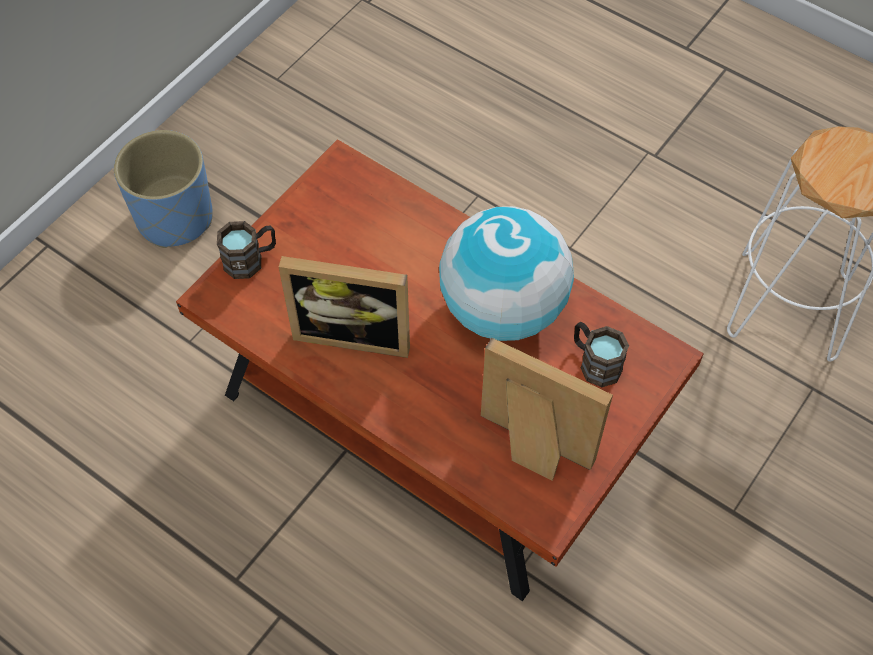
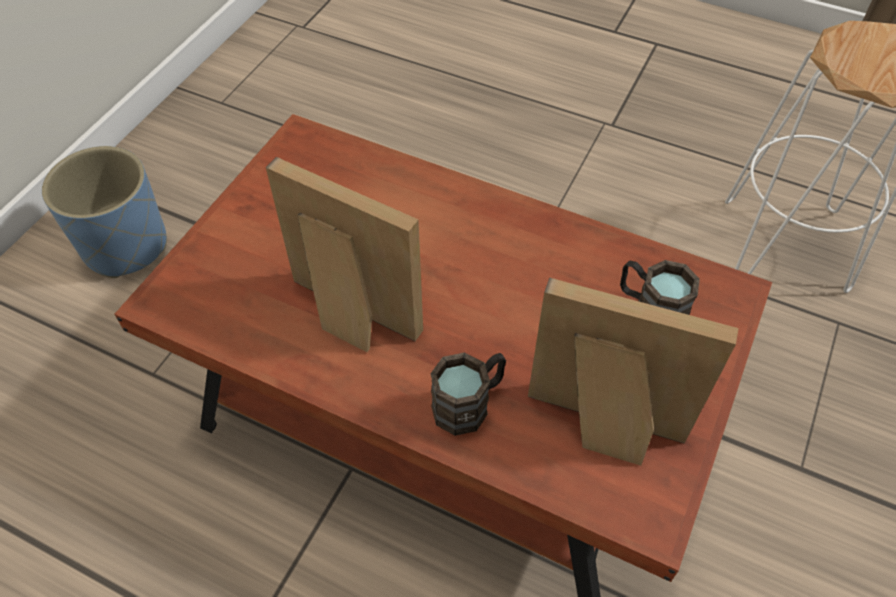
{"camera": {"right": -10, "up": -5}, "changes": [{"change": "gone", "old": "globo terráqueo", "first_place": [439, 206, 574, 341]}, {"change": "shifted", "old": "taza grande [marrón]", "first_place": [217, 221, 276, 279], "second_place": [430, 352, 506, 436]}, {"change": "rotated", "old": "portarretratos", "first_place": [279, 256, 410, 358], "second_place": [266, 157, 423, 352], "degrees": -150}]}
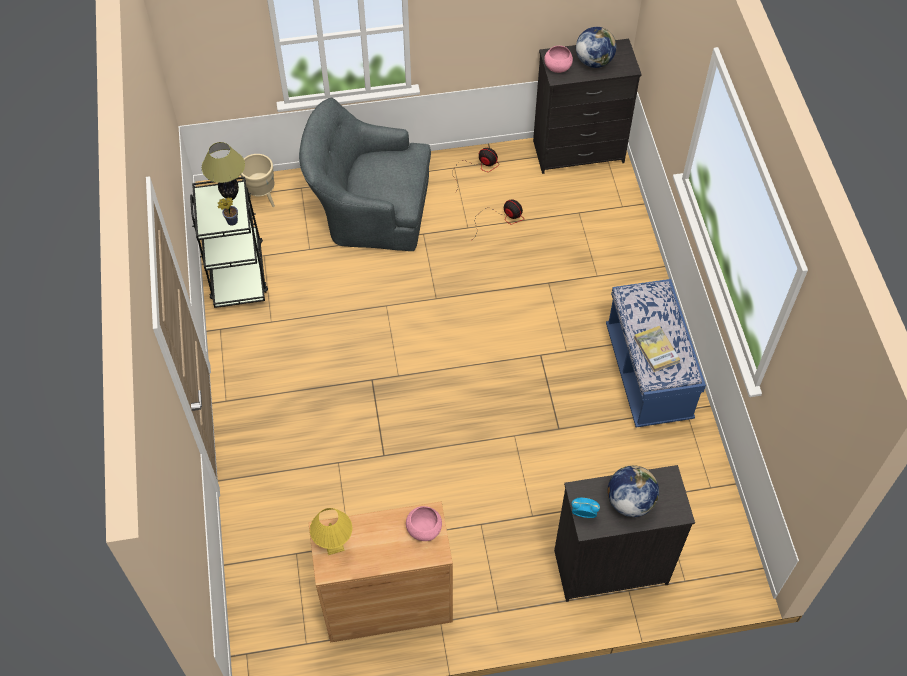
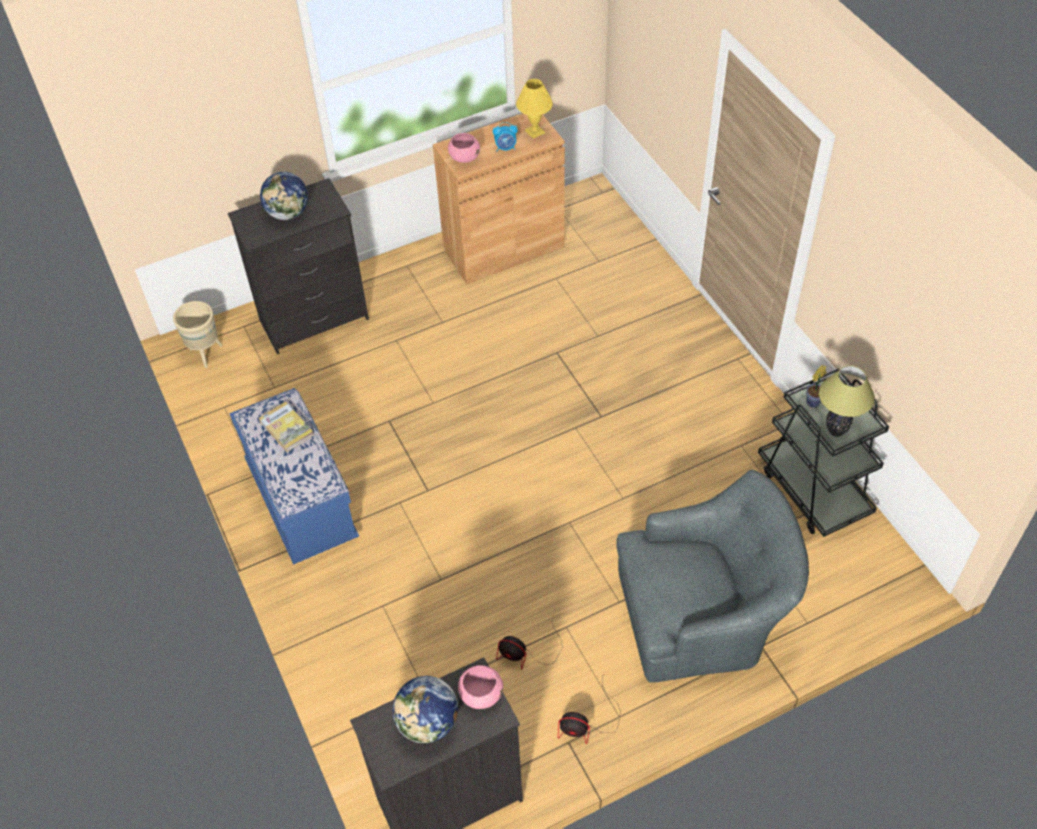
{"camera": {"right": 165, "up": -5}, "changes": [{"change": "shifted", "old": "maceta [beis]", "first_place": [241, 154, 275, 207], "second_place": [173, 301, 223, 368]}, {"change": "shifted", "old": "despertador", "first_place": [571, 498, 600, 518], "second_place": [493, 122, 518, 151]}]}
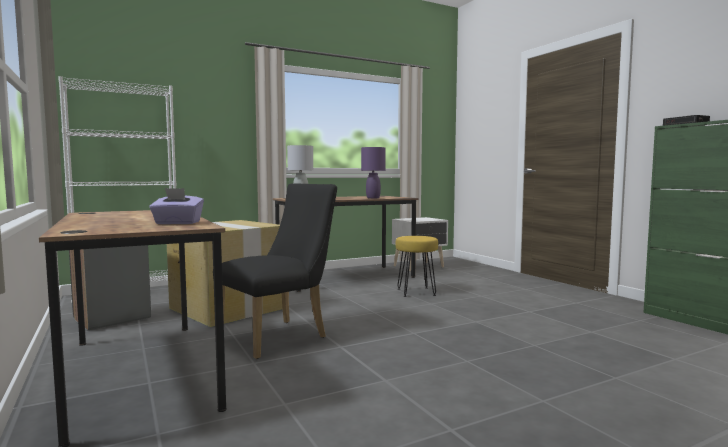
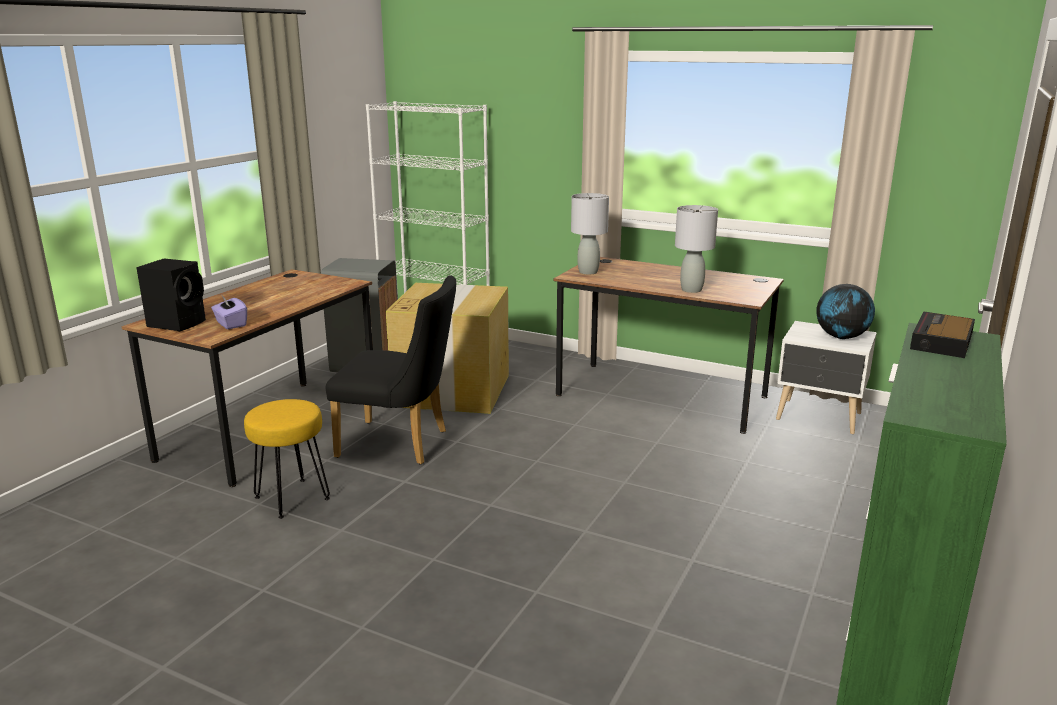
{"camera": {"right": 55, "up": 15}, "changes": [{"change": "new", "new": "altavoz [negro]", "second_place": [136, 258, 206, 331]}, {"change": "new", "new": "globo terráqueo", "second_place": [816, 284, 875, 339]}, {"change": "shifted", "old": "taburete [amarillo]", "first_place": [395, 236, 438, 297], "second_place": [244, 399, 330, 519]}, {"change": "repainted", "old": "lámpara de mesa [morado]", "new": "lámpara de mesa [gris]", "first_place": [361, 147, 385, 199], "second_place": [675, 205, 718, 293]}]}
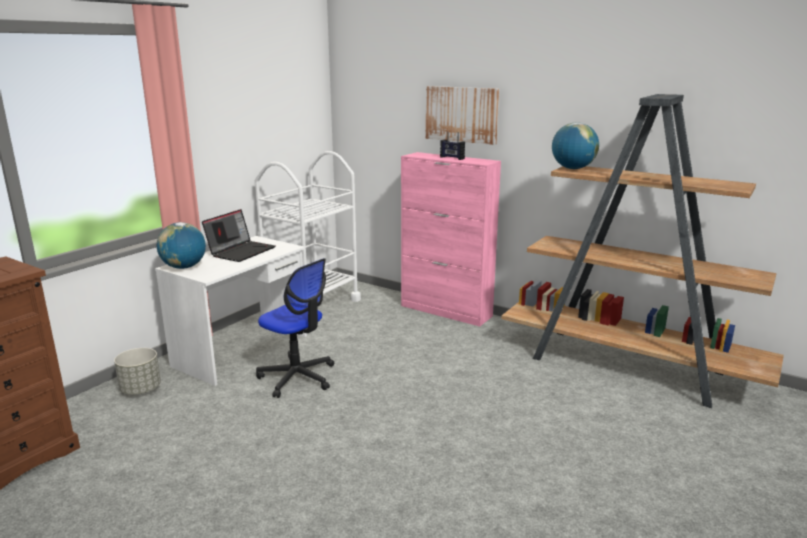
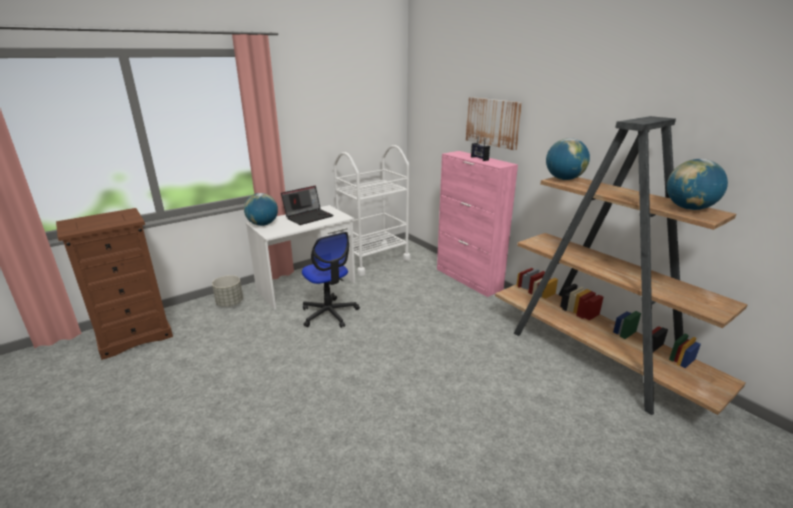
{"camera": {"right": 20, "up": 5}, "changes": [{"change": "new", "new": "globo terráqueo", "second_place": [667, 159, 728, 210]}]}
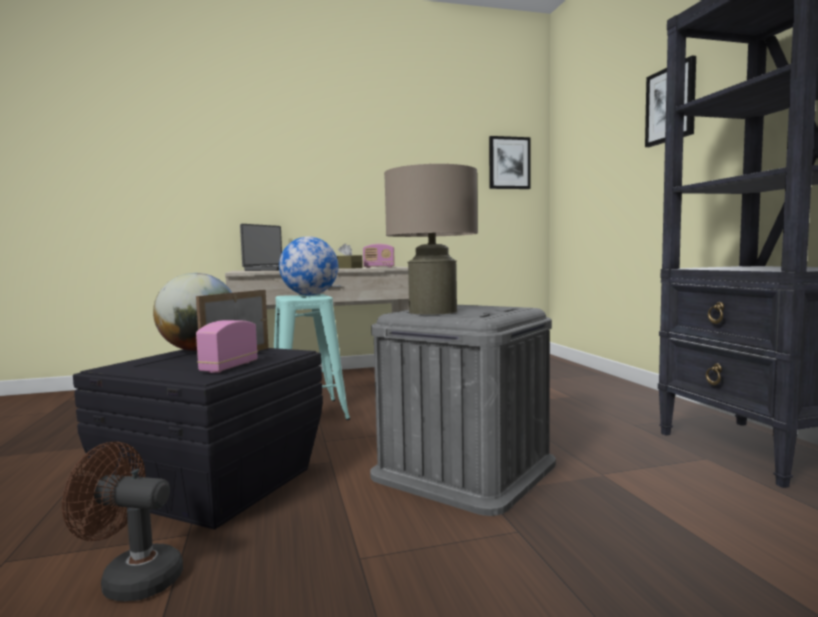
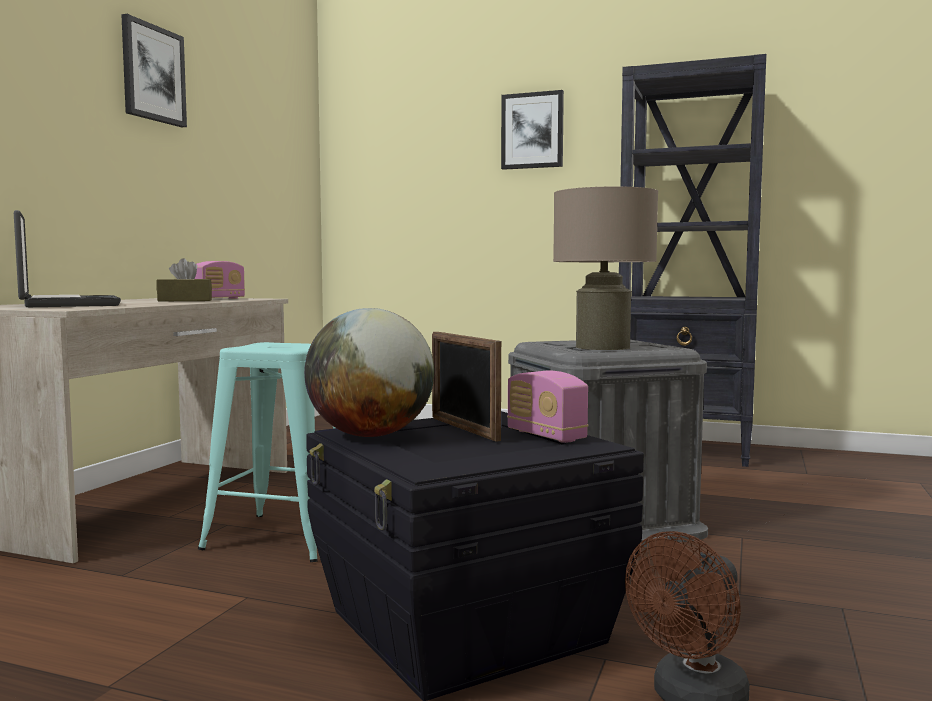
{"camera": {"right": -55, "up": 0}, "changes": [{"change": "gone", "old": "globo terráqueo", "first_place": [279, 236, 338, 295]}, {"change": "shifted", "old": "cuadro", "first_place": [489, 136, 531, 189], "second_place": [121, 14, 187, 127]}]}
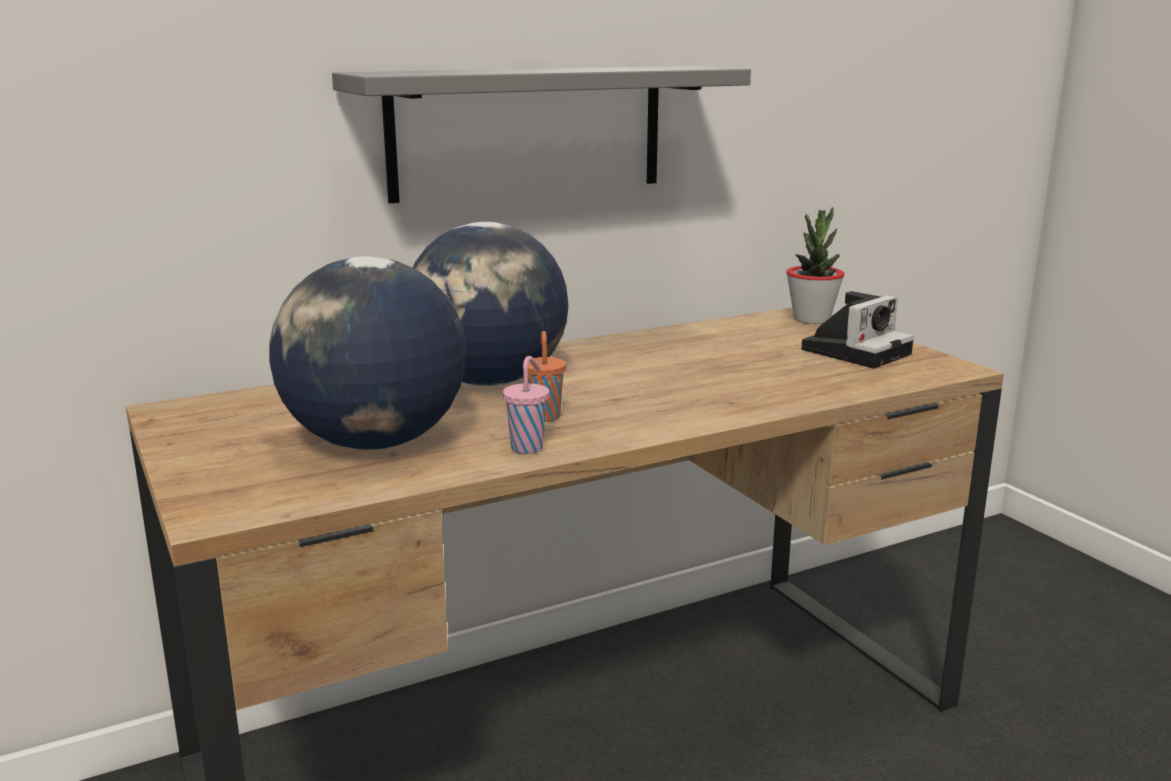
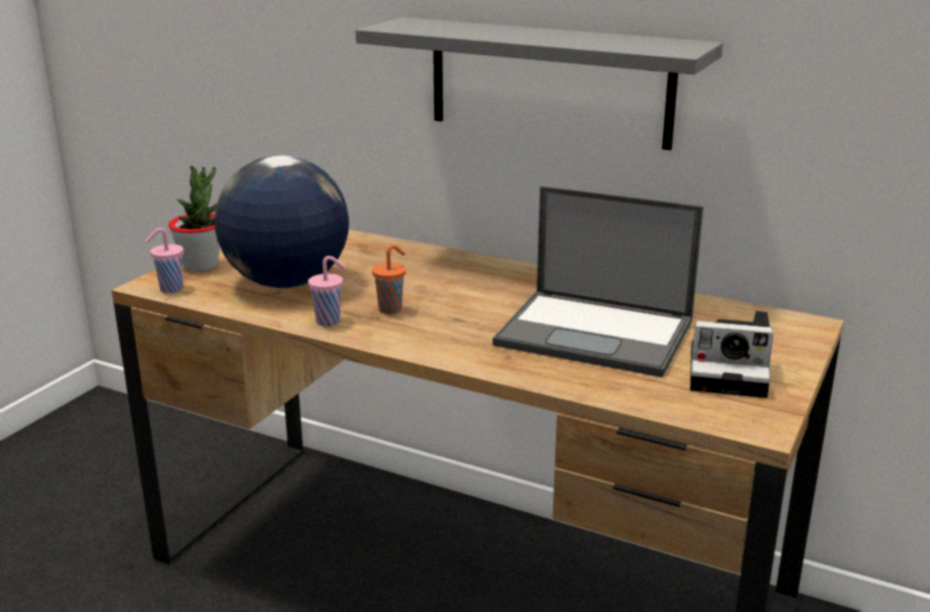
{"camera": {"right": 55, "up": 5}, "changes": [{"change": "gone", "old": "globo terráqueo", "first_place": [413, 222, 568, 386]}, {"change": "new", "new": "taza [rosa]", "second_place": [145, 228, 184, 293]}, {"change": "new", "new": "portátil", "second_place": [493, 186, 704, 377]}, {"change": "shifted", "old": "planta en maceta", "first_place": [786, 207, 845, 324], "second_place": [168, 166, 220, 271]}]}
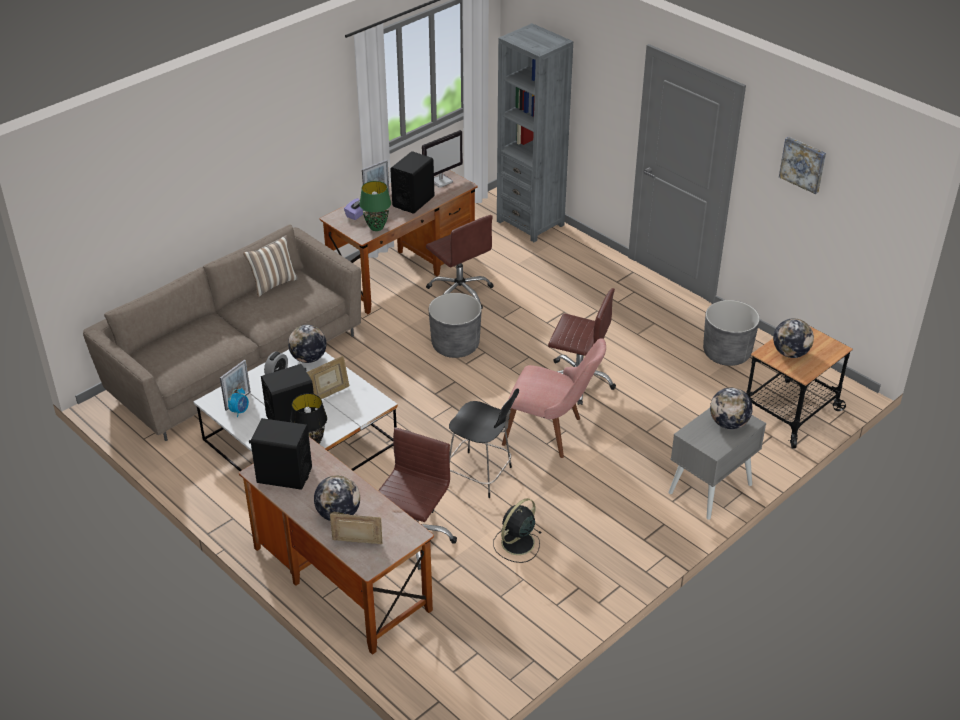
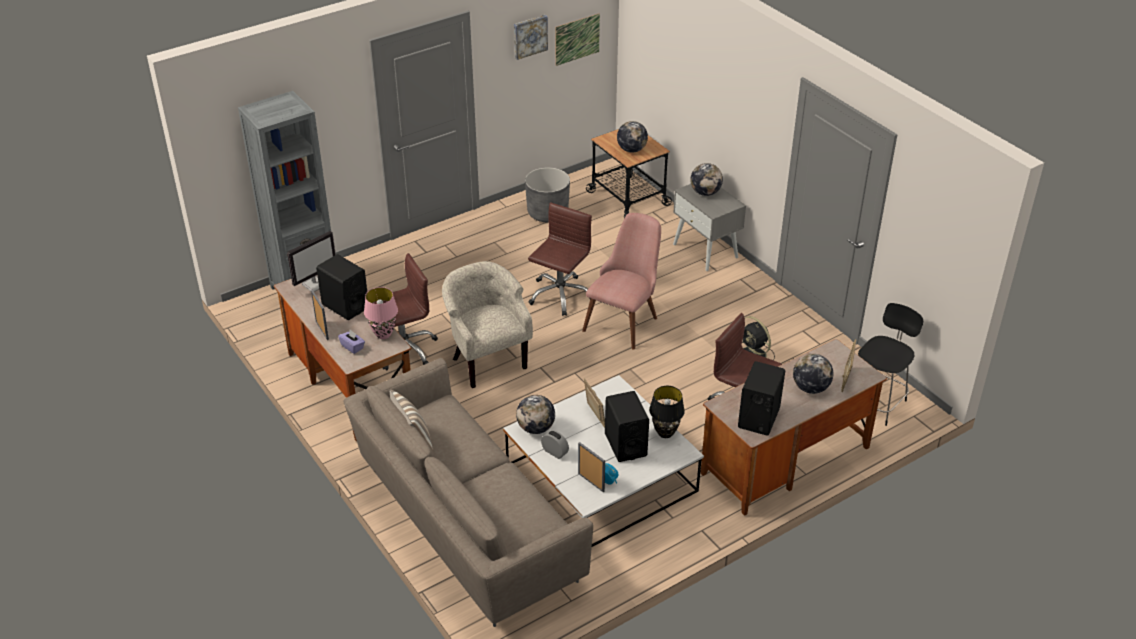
{"camera": {"right": -80, "up": 0}, "changes": [{"change": "new", "new": "cuadro", "second_place": [555, 14, 600, 66]}, {"change": "shifted", "old": "silla [negro]", "first_place": [449, 388, 519, 498], "second_place": [858, 303, 923, 426]}, {"change": "swapped", "old": "maceta [gris]", "new": "sillón [beis]", "first_place": [429, 293, 482, 358], "second_place": [442, 261, 533, 388]}, {"change": "repainted", "old": "lámpara de mesa [verde]", "new": "lámpara de mesa [rosa]", "first_place": [359, 181, 391, 231], "second_place": [364, 287, 398, 339]}, {"change": "rotated", "old": "monitor", "first_place": [422, 130, 463, 188], "second_place": [287, 231, 336, 292], "degrees": 75}]}
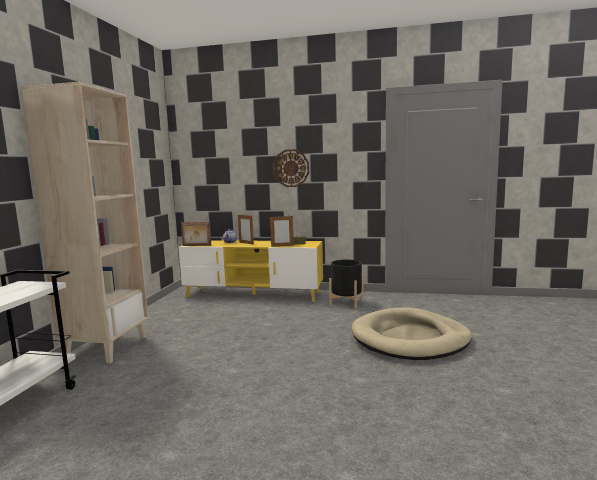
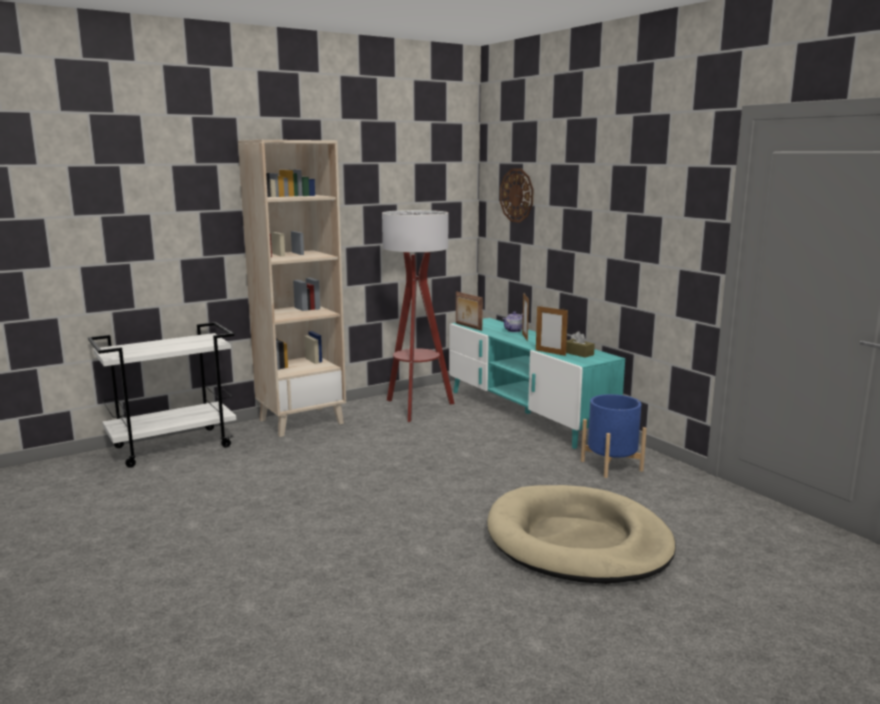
{"camera": {"right": 45, "up": 5}, "changes": [{"change": "new", "new": "lámpara de pie", "second_place": [382, 210, 455, 422]}, {"change": "shifted", "old": "reloj de pared", "first_place": [273, 149, 309, 187], "second_place": [500, 168, 534, 223]}, {"change": "repainted", "old": "mueble de televisión [amarillo]", "new": "mueble de televisión [turquesa]", "first_place": [179, 240, 323, 302], "second_place": [449, 318, 625, 449]}, {"change": "repainted", "old": "maceta [negro]", "new": "maceta [azul]", "first_place": [329, 259, 364, 309], "second_place": [581, 394, 647, 478]}]}
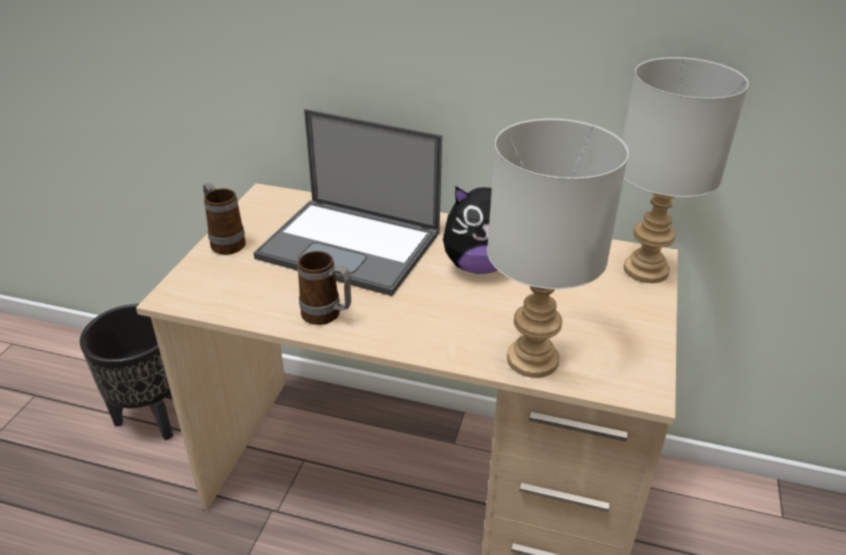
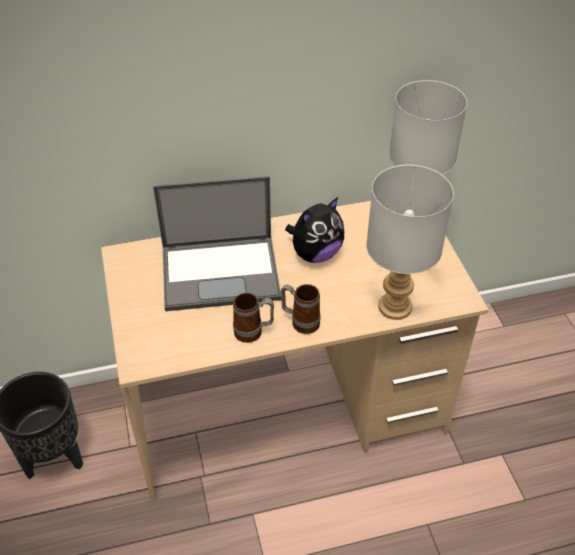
{"camera": {"right": -30, "up": 10}, "changes": [{"change": "shifted", "old": "taza grande", "first_place": [203, 183, 246, 255], "second_place": [281, 284, 321, 334]}]}
